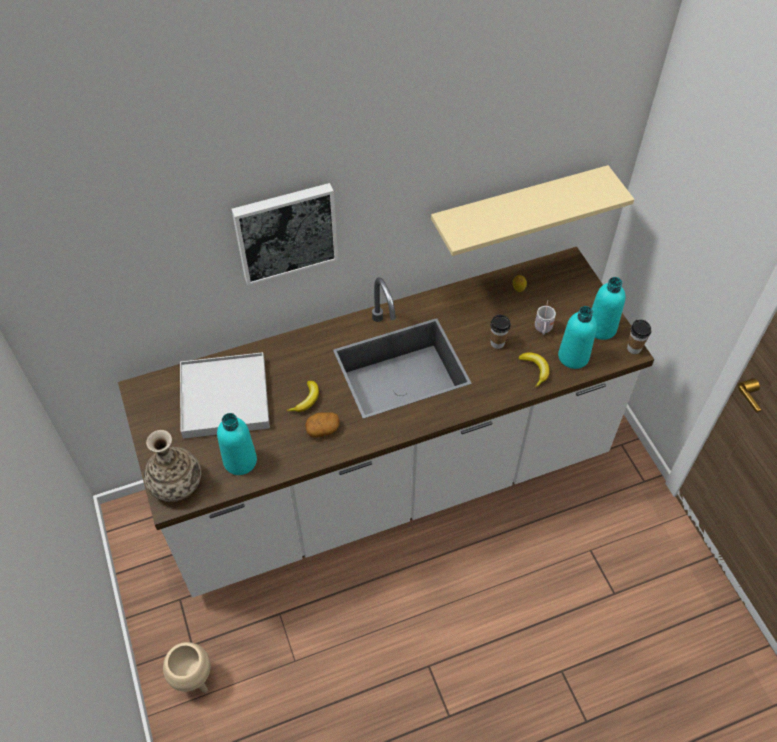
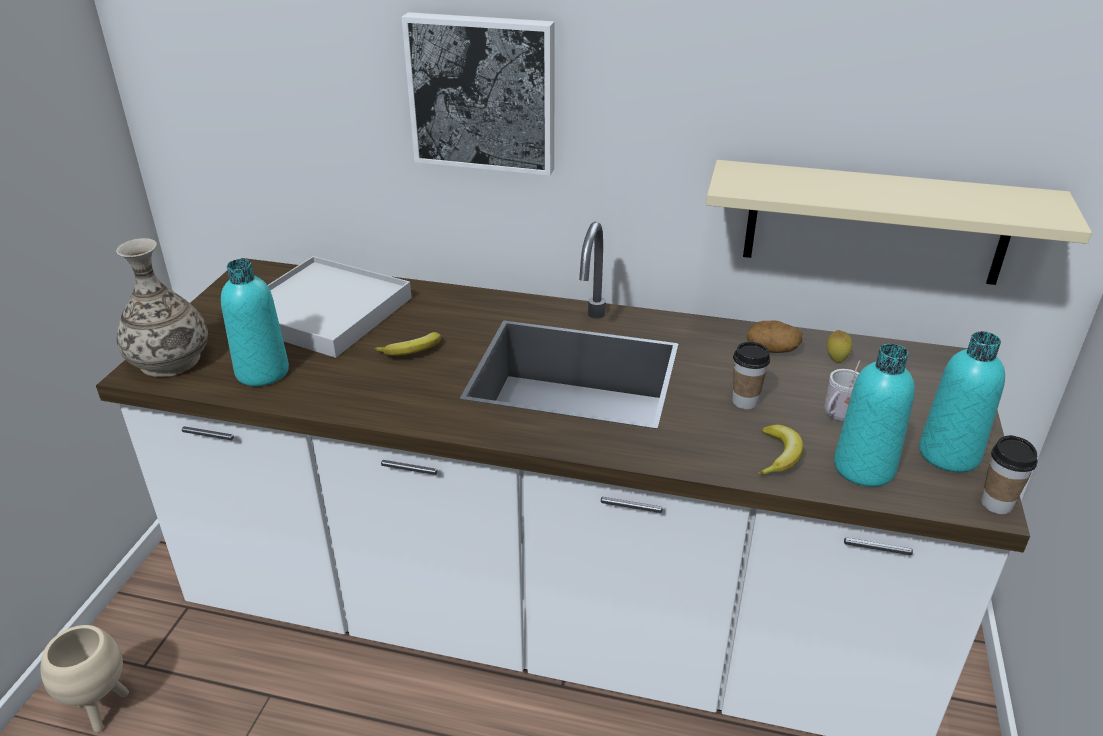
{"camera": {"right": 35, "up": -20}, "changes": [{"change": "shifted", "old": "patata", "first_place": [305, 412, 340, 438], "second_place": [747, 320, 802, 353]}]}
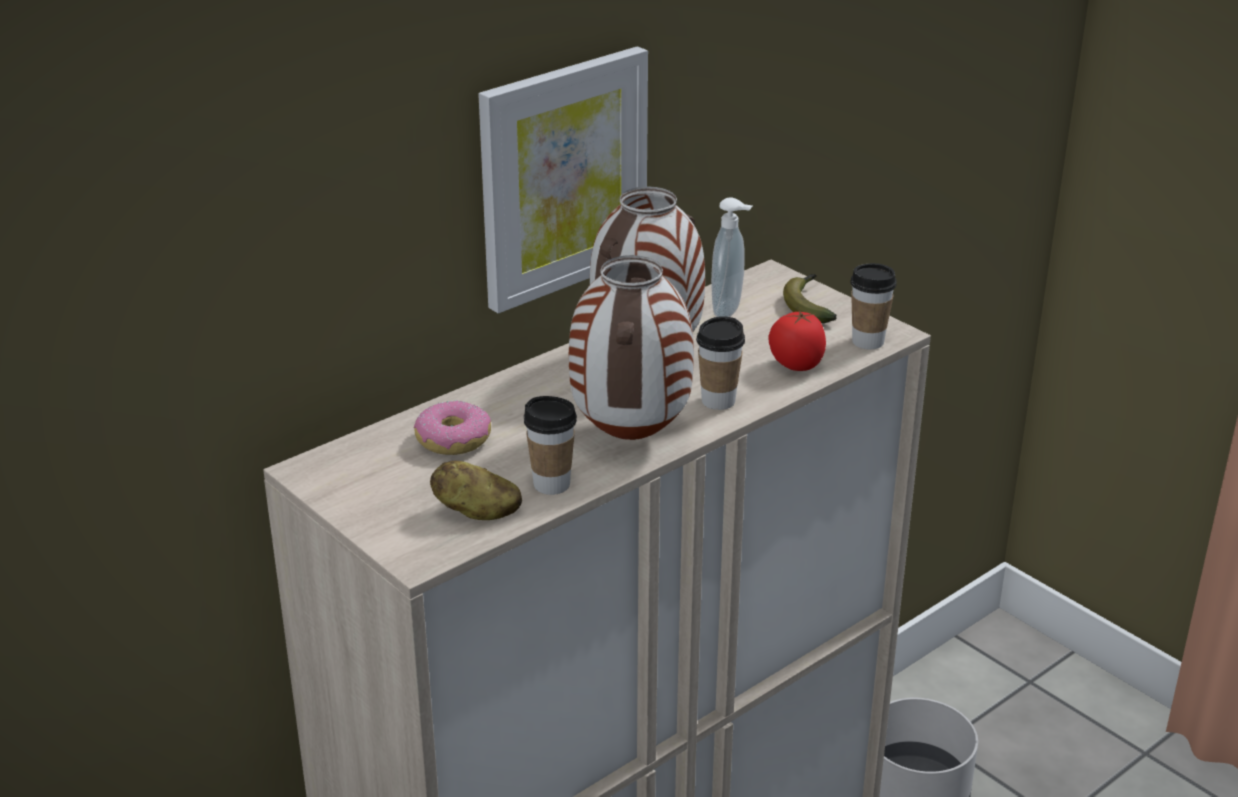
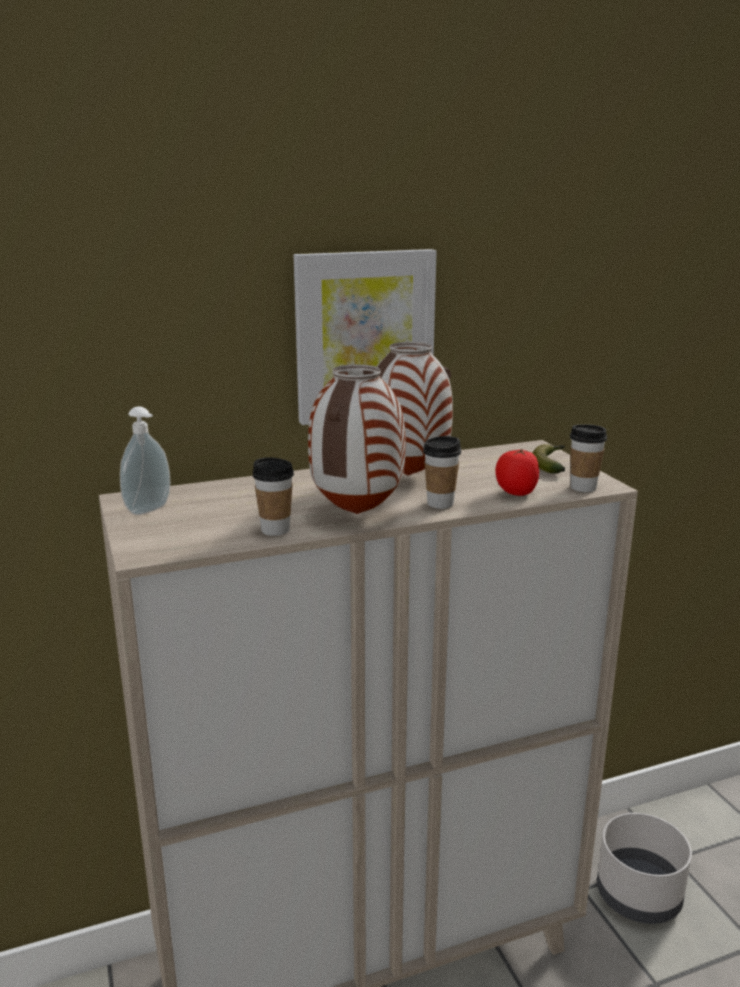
{"camera": {"right": 20, "up": -10}, "changes": [{"change": "gone", "old": "rosquilla", "first_place": [414, 400, 491, 455]}, {"change": "gone", "old": "patata", "first_place": [430, 461, 522, 520]}, {"change": "shifted", "old": "dispensador de jabón", "first_place": [711, 198, 752, 317], "second_place": [120, 406, 170, 515]}]}
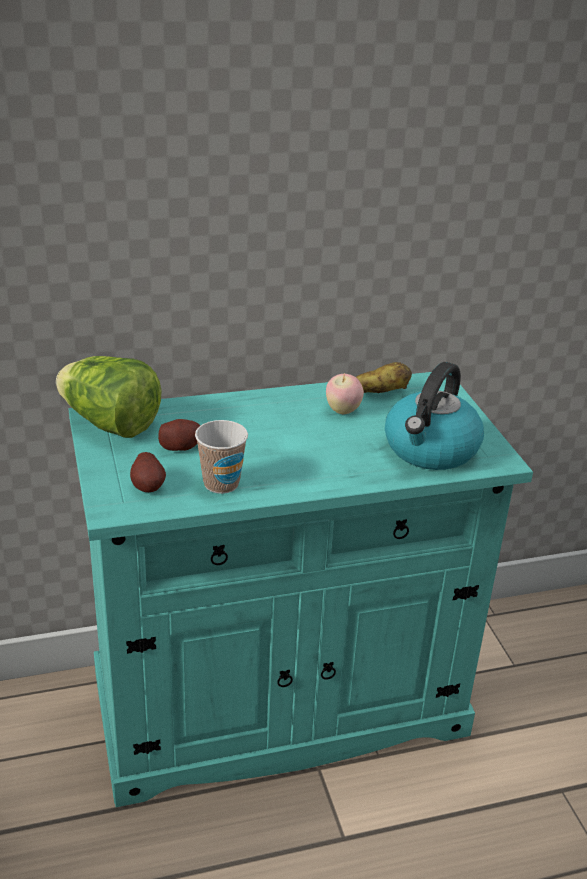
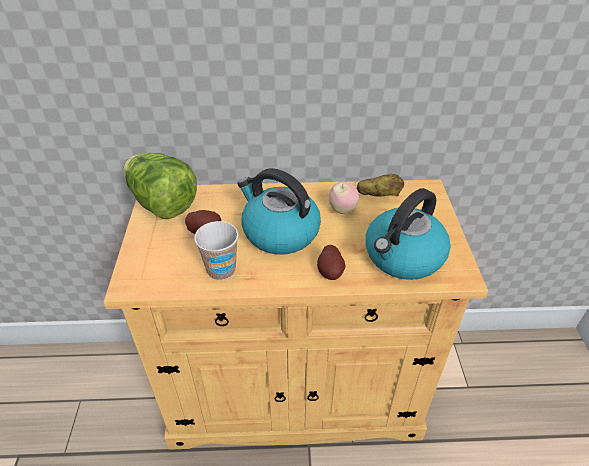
{"camera": {"right": 15, "up": 10}, "changes": [{"change": "new", "new": "hervidor", "second_place": [237, 168, 321, 255]}, {"change": "shifted", "old": "patata", "first_place": [130, 452, 166, 492], "second_place": [317, 245, 345, 280]}, {"change": "repainted", "old": "armario [turquesa]", "new": "armario [beis]", "first_place": [69, 372, 533, 807], "second_place": [104, 180, 488, 450]}]}
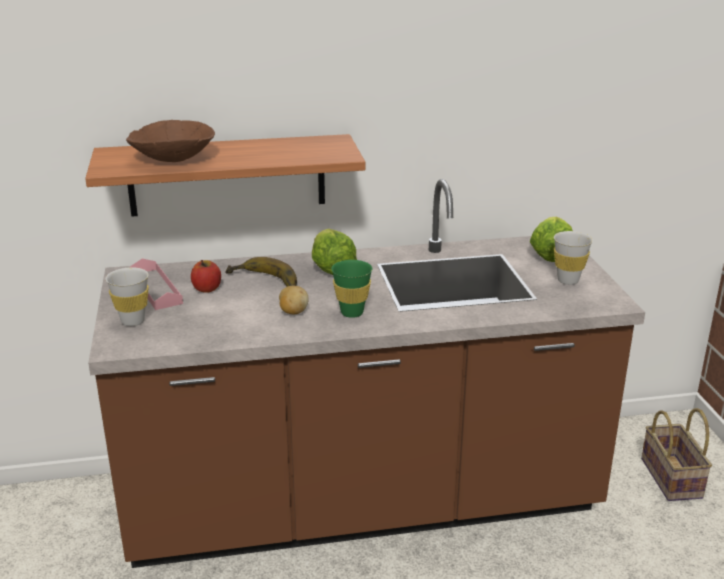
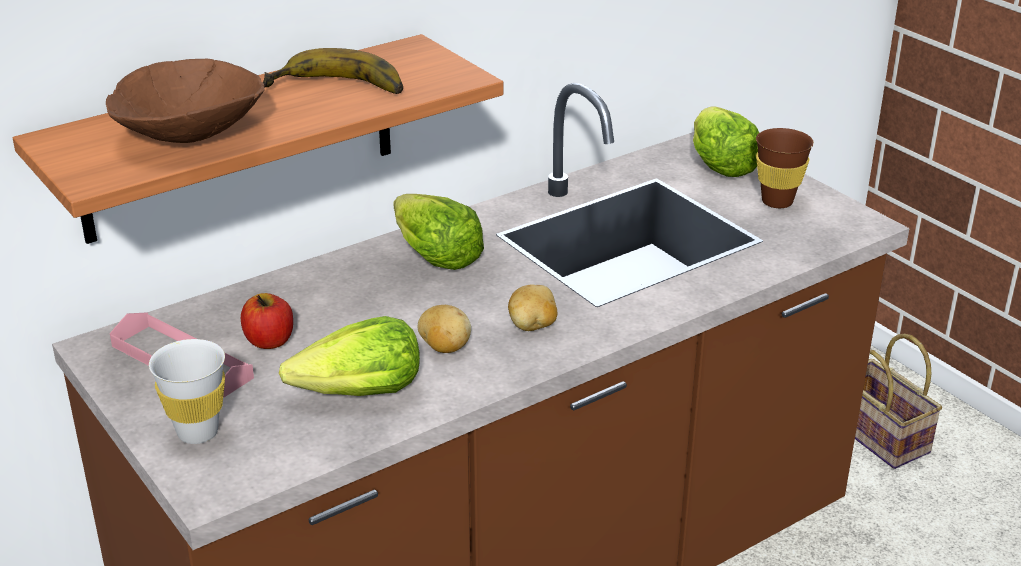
{"camera": {"right": -25, "up": 5}, "changes": [{"change": "new", "new": "lechuga", "second_place": [279, 316, 420, 396]}, {"change": "shifted", "old": "plátano", "first_place": [225, 257, 297, 287], "second_place": [262, 48, 403, 94]}, {"change": "swapped", "old": "taza [verde]", "new": "patata", "first_place": [331, 260, 372, 318], "second_place": [508, 284, 557, 331]}, {"change": "repainted", "old": "taza [blanco]", "new": "taza [marrón]", "first_place": [554, 231, 593, 285], "second_place": [756, 128, 814, 208]}]}
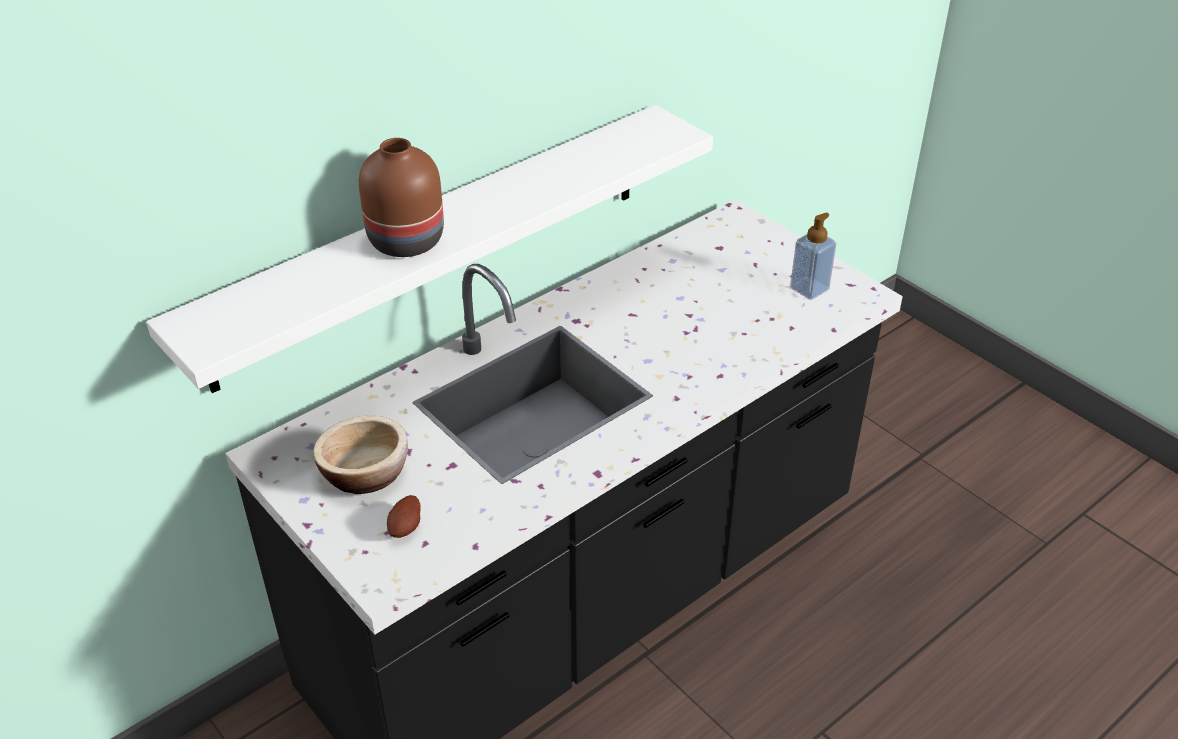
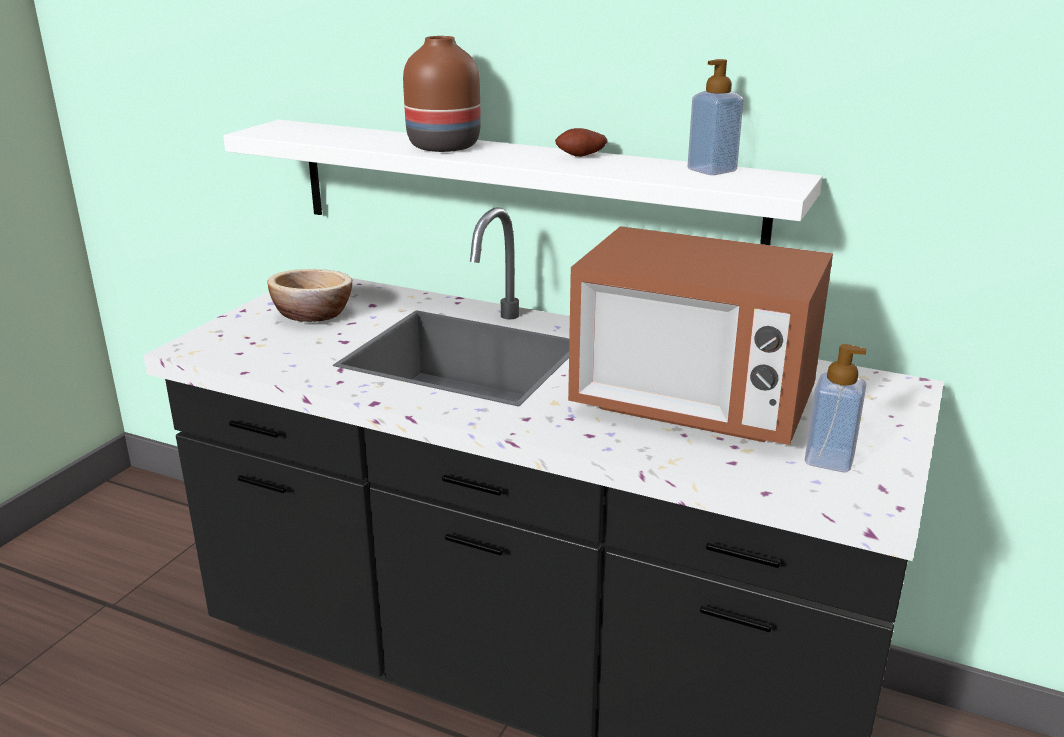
{"camera": {"right": 65, "up": -15}, "changes": [{"change": "new", "new": "microondas", "second_place": [568, 226, 833, 445]}, {"change": "new", "new": "dispensador de jabón", "second_place": [687, 59, 744, 175]}, {"change": "shifted", "old": "patata", "first_place": [387, 495, 421, 538], "second_place": [555, 128, 607, 157]}]}
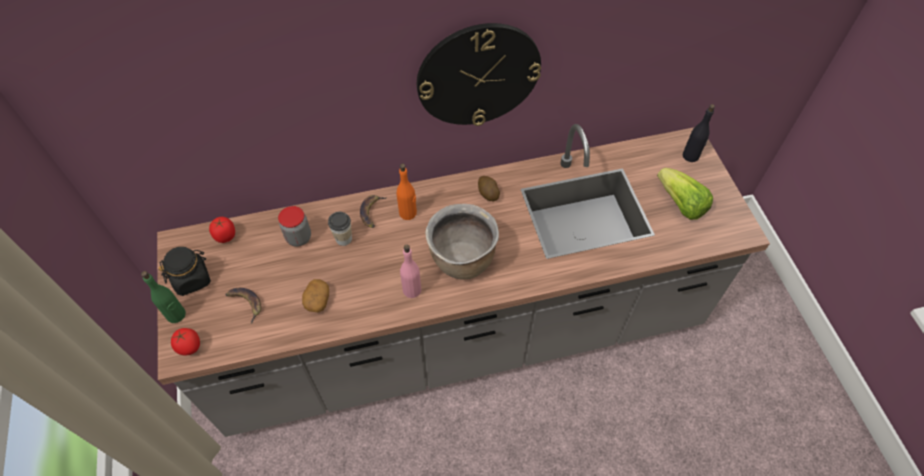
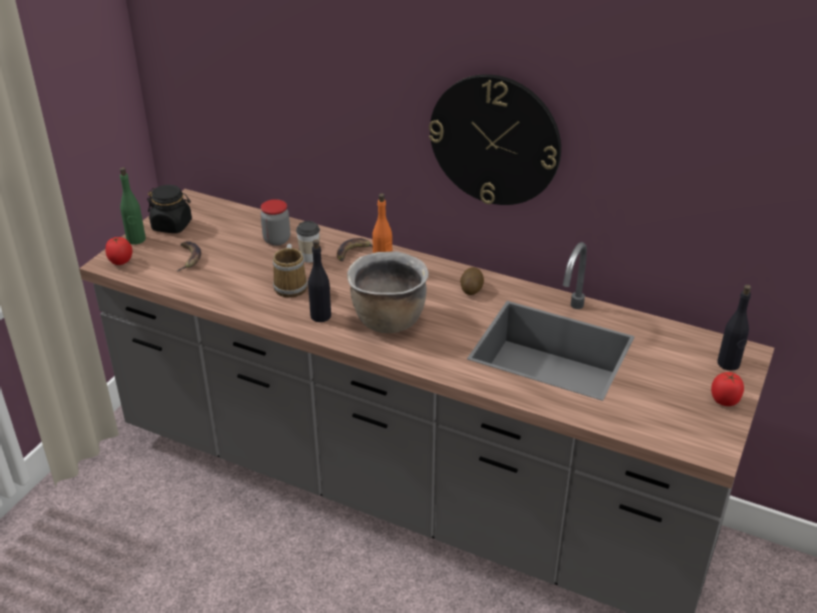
{"camera": {"right": 40, "up": -20}, "changes": [{"change": "gone", "old": "patata", "first_place": [302, 279, 329, 312]}, {"change": "gone", "old": "lechuga", "first_place": [657, 168, 713, 220]}, {"change": "new", "new": "taza grande", "second_place": [273, 244, 308, 298]}, {"change": "shifted", "old": "tomate", "first_place": [209, 217, 235, 243], "second_place": [711, 372, 744, 406]}, {"change": "repainted", "old": "botella [rosa]", "new": "botella [negro]", "first_place": [400, 245, 421, 298], "second_place": [308, 239, 331, 322]}]}
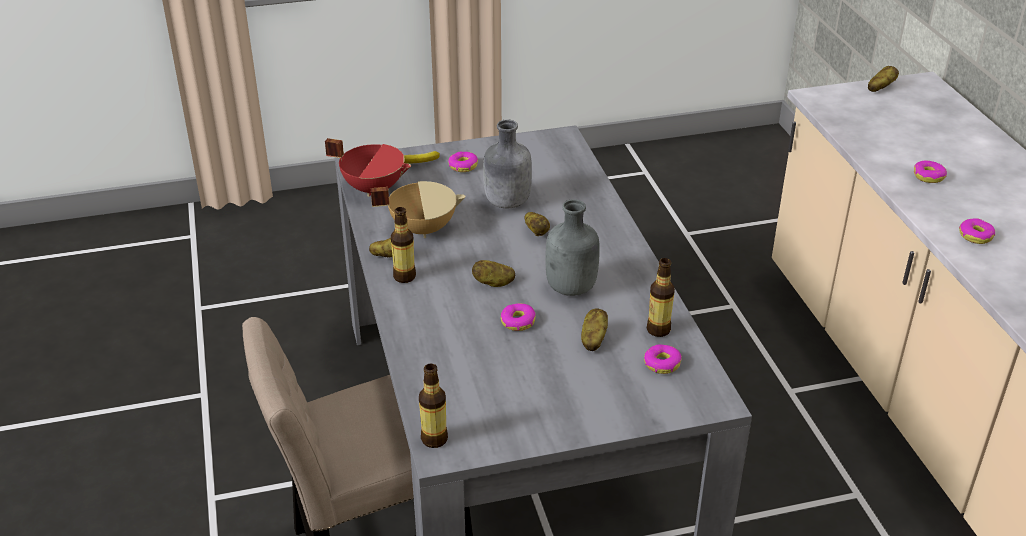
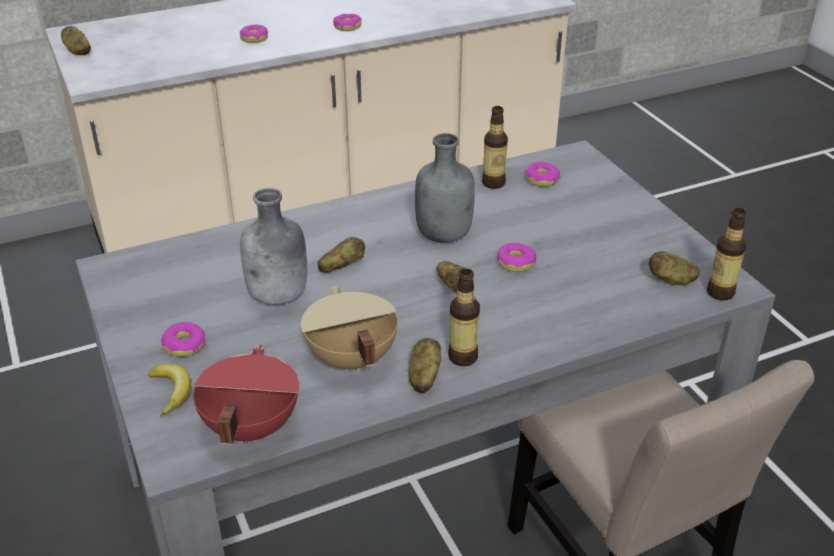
{"camera": {"right": -100, "up": 0}, "changes": [{"change": "shifted", "old": "patata", "first_place": [581, 308, 608, 351], "second_place": [649, 251, 699, 285]}]}
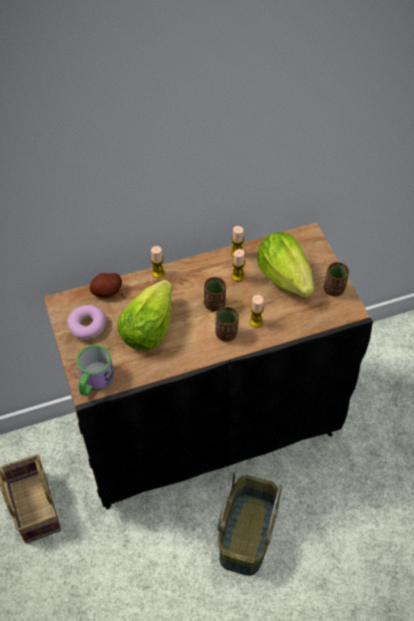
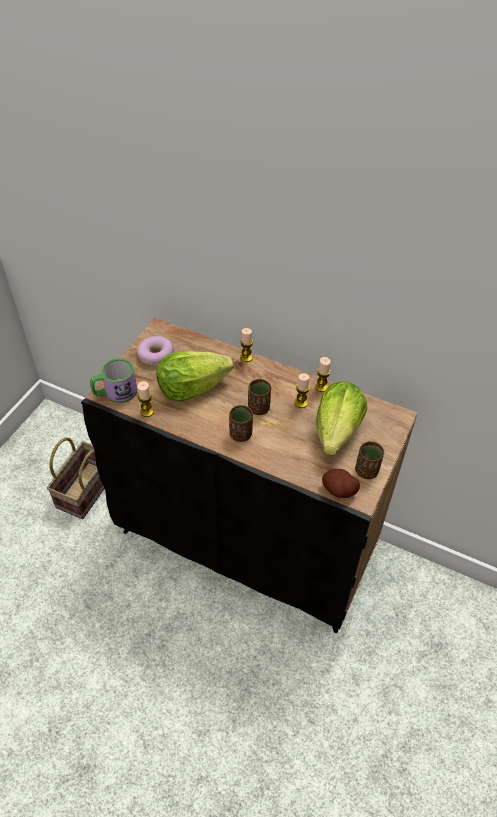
{"camera": {"right": 45, "up": -5}, "changes": [{"change": "gone", "old": "cesta", "first_place": [218, 472, 282, 576]}, {"change": "shifted", "old": "patata", "first_place": [90, 273, 122, 297], "second_place": [322, 469, 360, 498]}, {"change": "shifted", "old": "vela", "first_place": [249, 295, 264, 327], "second_place": [137, 381, 154, 417]}]}
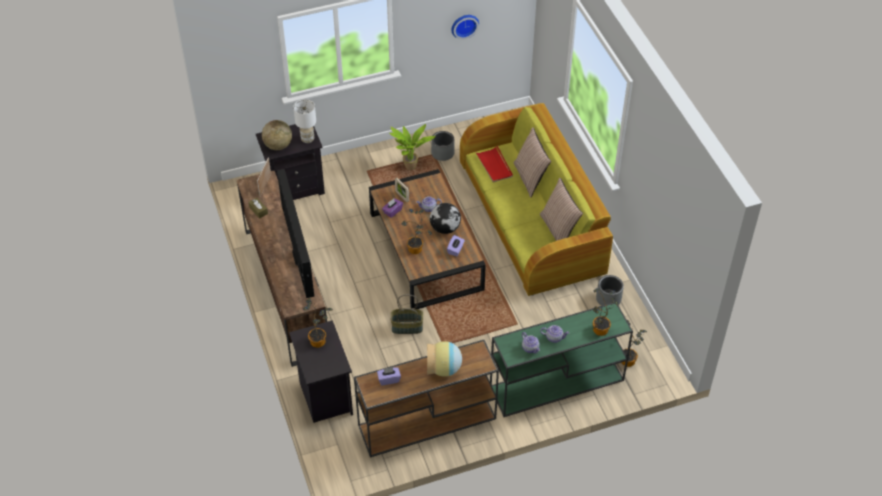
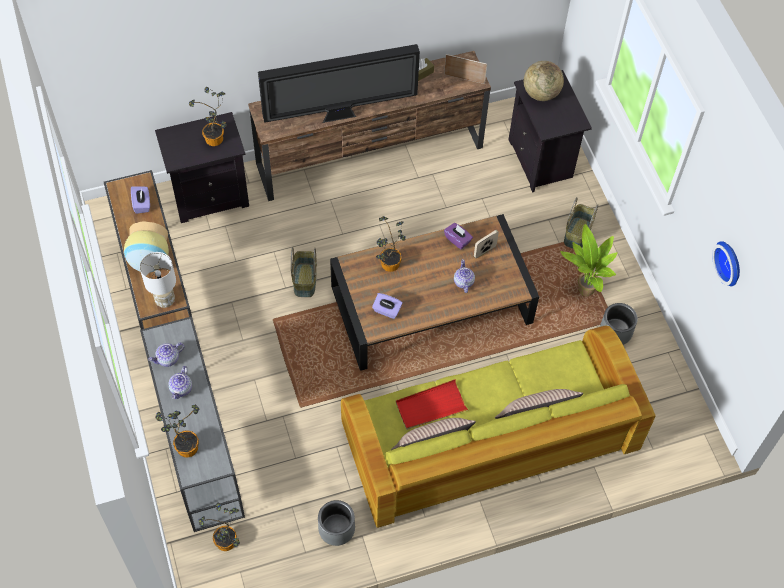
{"camera": {"right": 90, "up": 10}, "changes": [{"change": "gone", "old": "globo terráqueo", "first_place": [430, 203, 461, 234]}, {"change": "new", "new": "cesta", "second_place": [564, 197, 598, 249]}, {"change": "shifted", "old": "lámpara de mesa [blanco]", "first_place": [293, 99, 316, 143], "second_place": [140, 252, 176, 308]}, {"change": "shifted", "old": "bandeja [rojo]", "first_place": [475, 146, 513, 183], "second_place": [396, 379, 468, 430]}, {"change": "repainted", "old": "mesa consola [verde]", "new": "mesa consola [gris]", "first_place": [490, 303, 633, 417], "second_place": [140, 316, 245, 532]}]}
